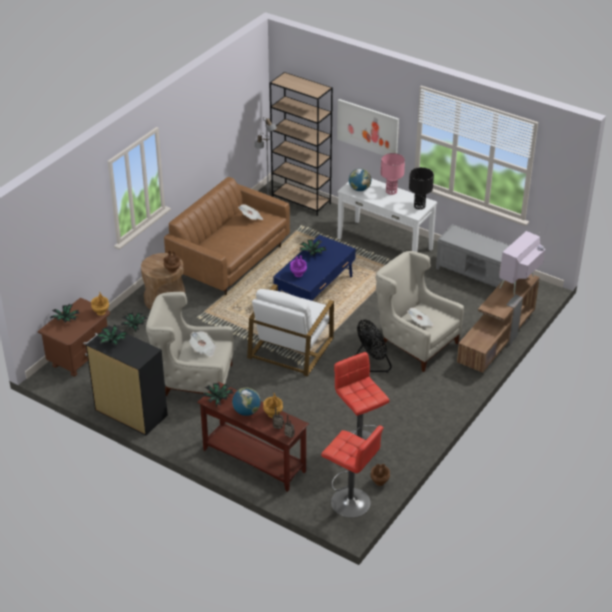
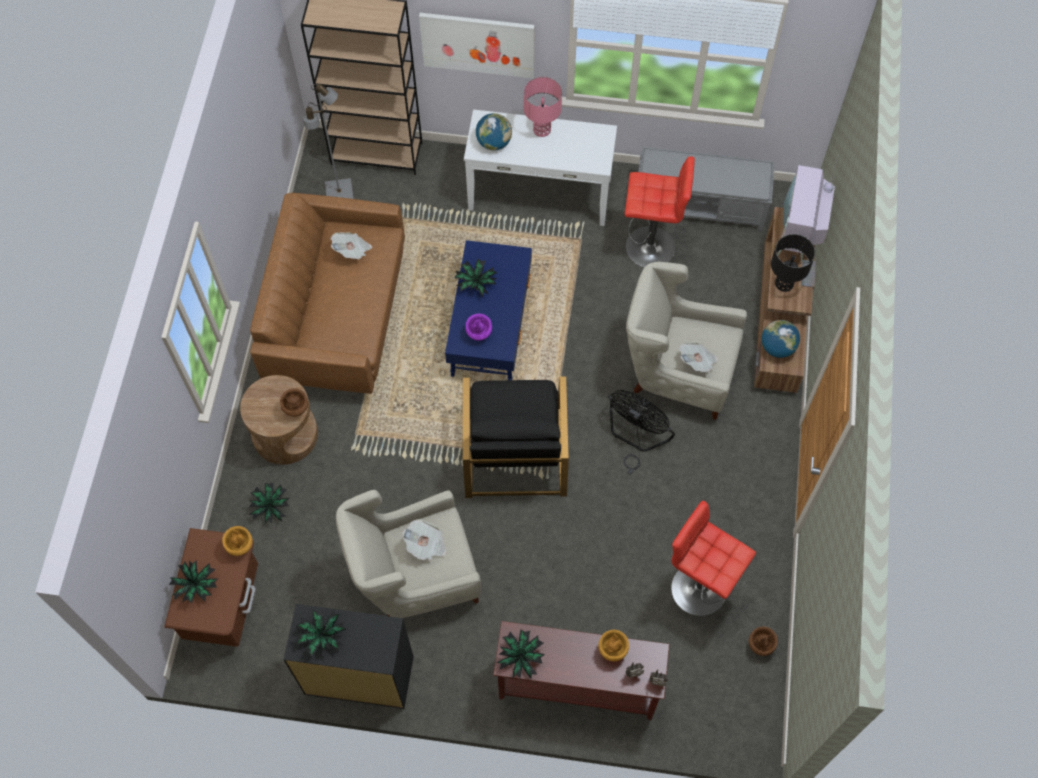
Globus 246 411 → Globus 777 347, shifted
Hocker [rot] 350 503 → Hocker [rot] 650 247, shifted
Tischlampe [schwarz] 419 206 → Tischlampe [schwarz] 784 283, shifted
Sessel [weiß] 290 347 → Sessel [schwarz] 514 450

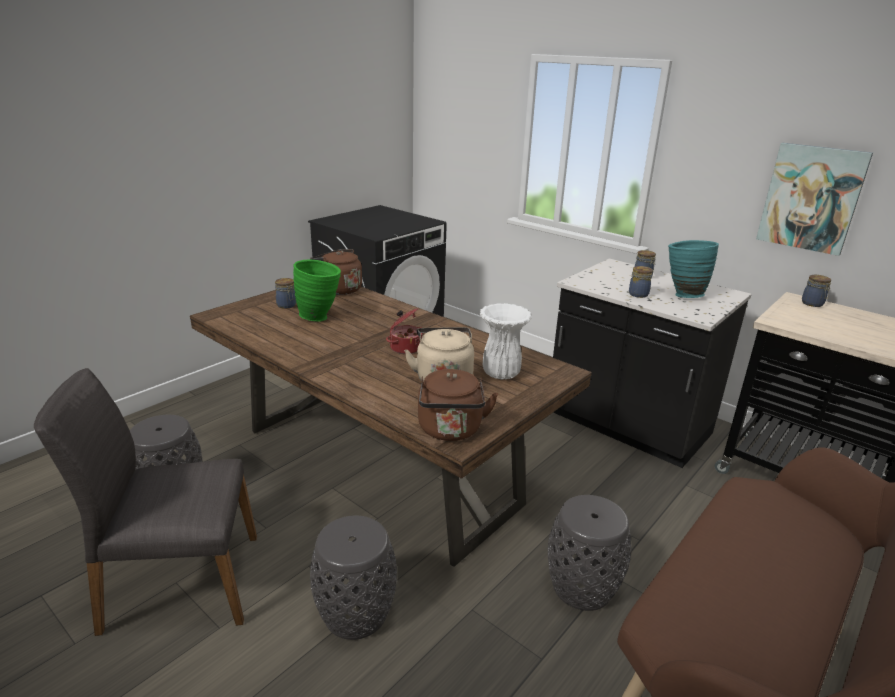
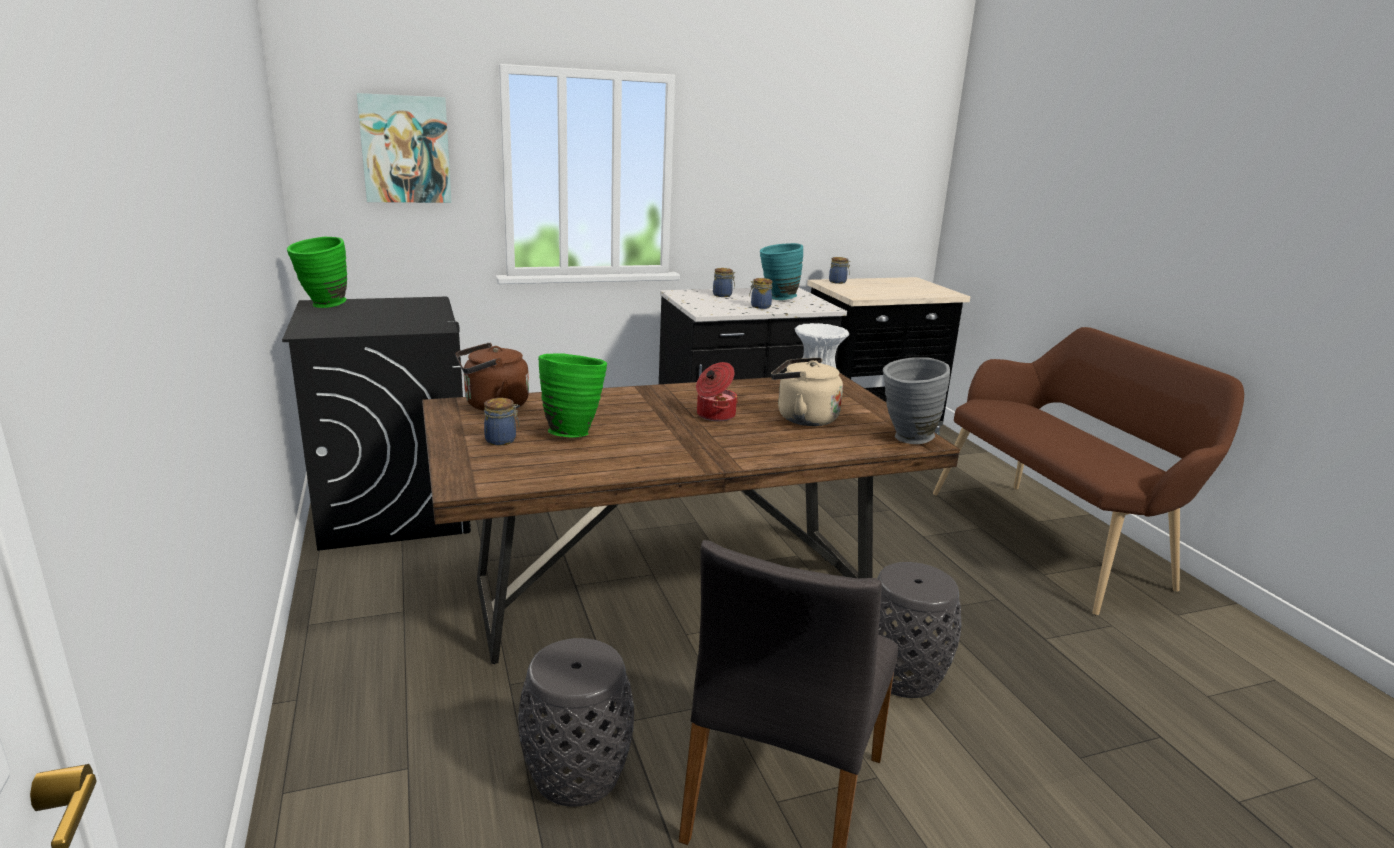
Hocker [grau] 582 587 → -
- → Vase [grün] 323 306
Bild 811 198 → Bild 405 149, shifted
Wasserkessel [braun] 451 431 → Vase [grau] 906 439

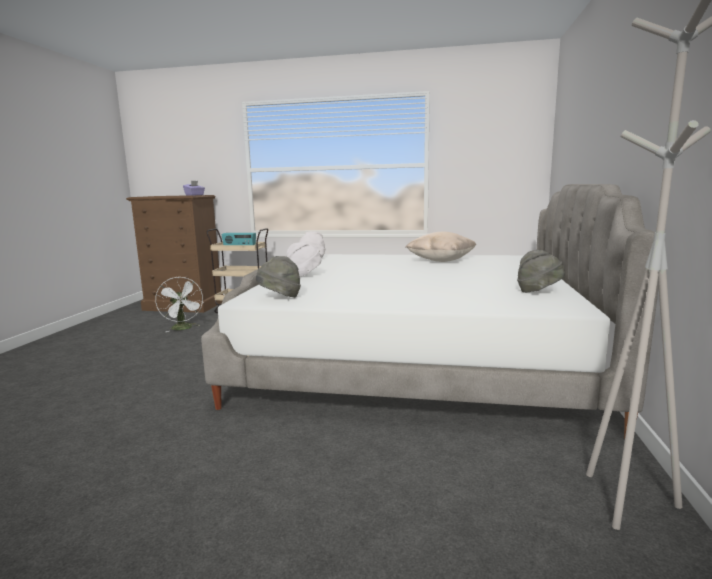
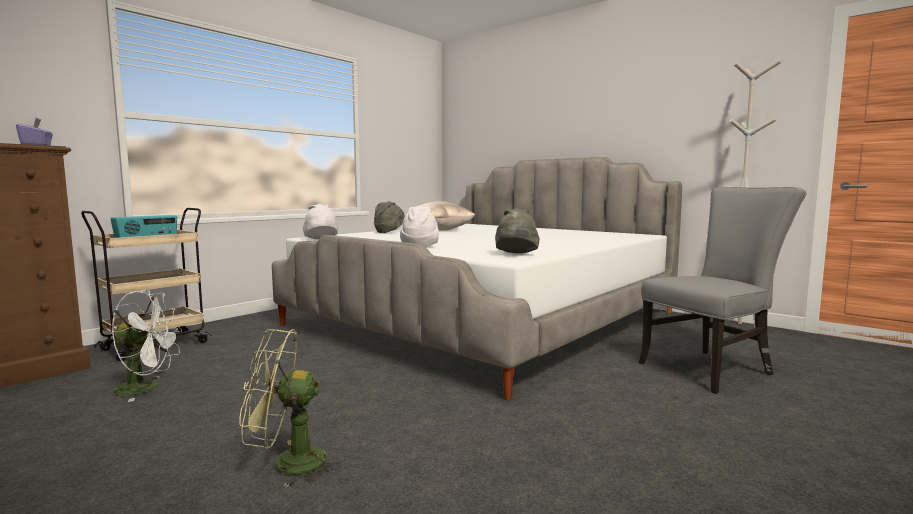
- → Ventilator [grün] 287 464
- → Stuhl [grau] 712 368
Hut [grau] 538 292 → Hut [grau] 389 232, shifted

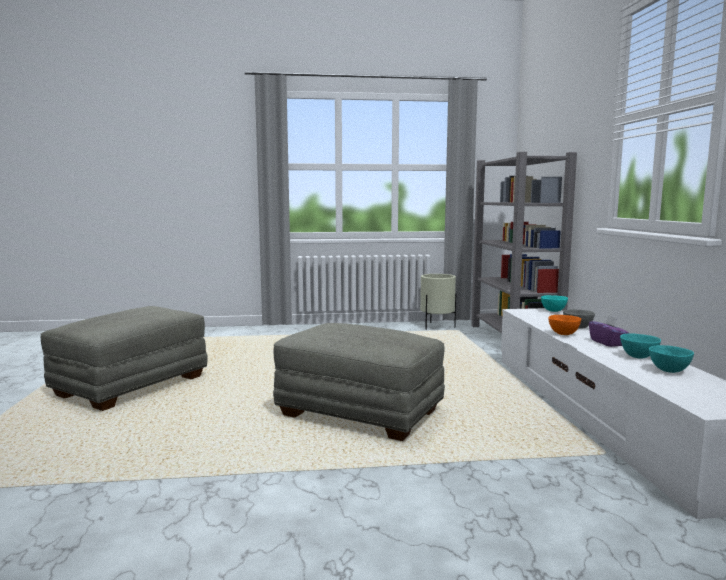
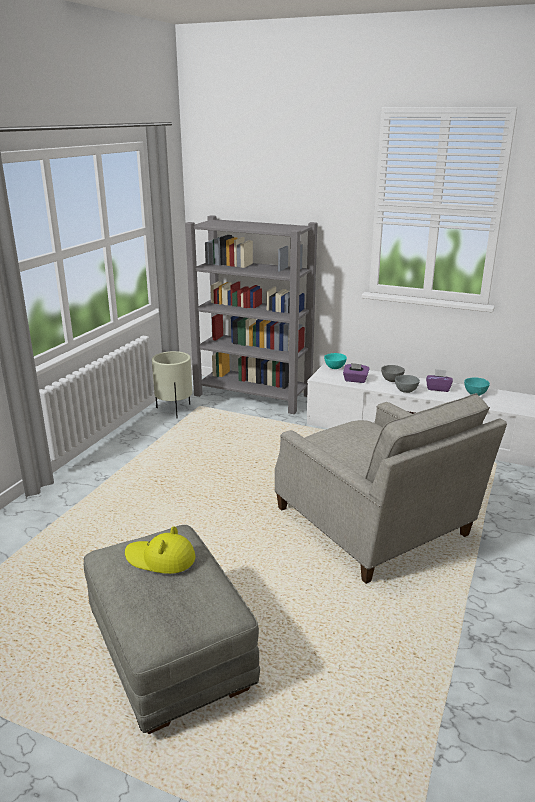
Schüssel [türkis] 668 371 → -
- → Hut [gelb] 160 559
- → Taschentuchbox [lila] 355 380
Polsterhocker [grau] 359 414 → Sessel [grau] 374 525
Schüssel [orange] 563 334 → Schüssel [grau] 406 391

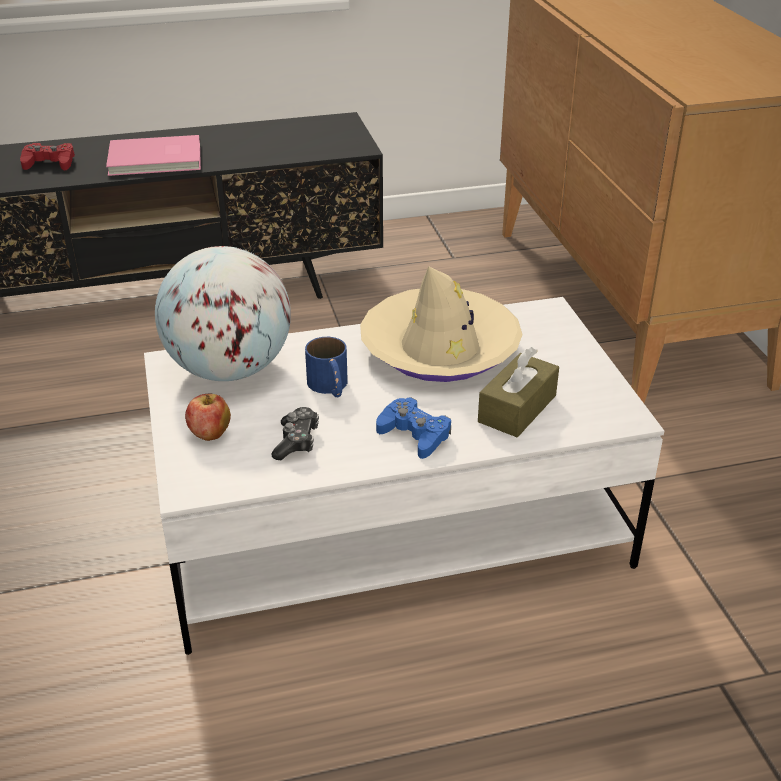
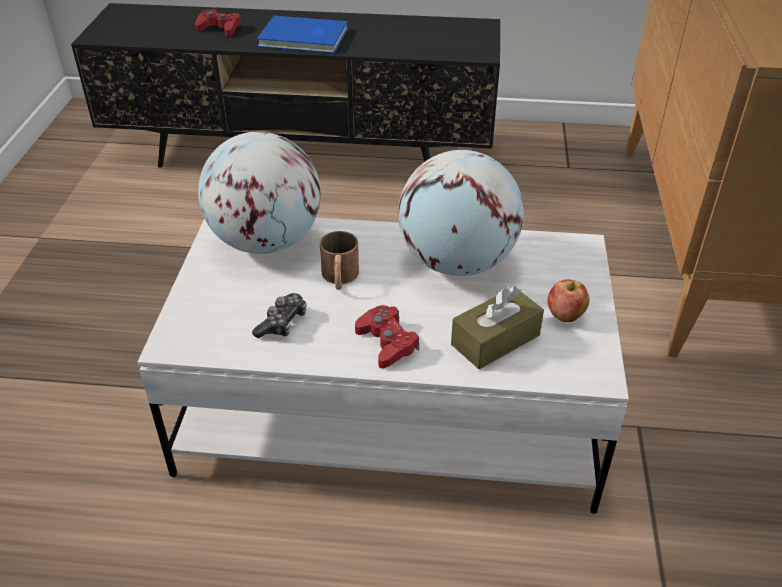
Apfel 210 435 → Apfel 565 316, shifted
Hut [beige] 440 348 → Globus 457 262
Buch [rosa] 156 160 → Buch [blau] 304 38
Henkelbecher [blau] 330 387 → Henkelbecher [braun] 340 278
Gamepad [blau] 414 434 → Gamepad [rot] 387 342

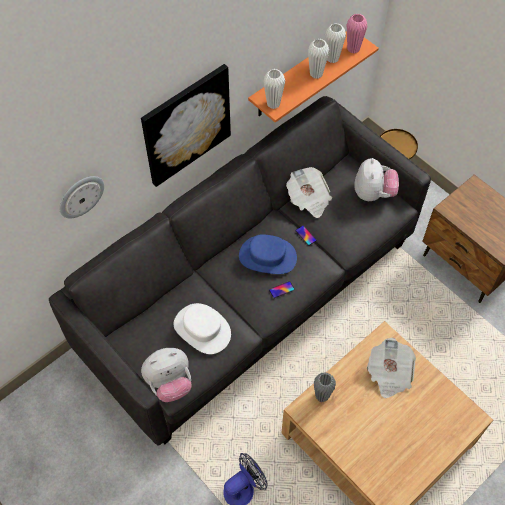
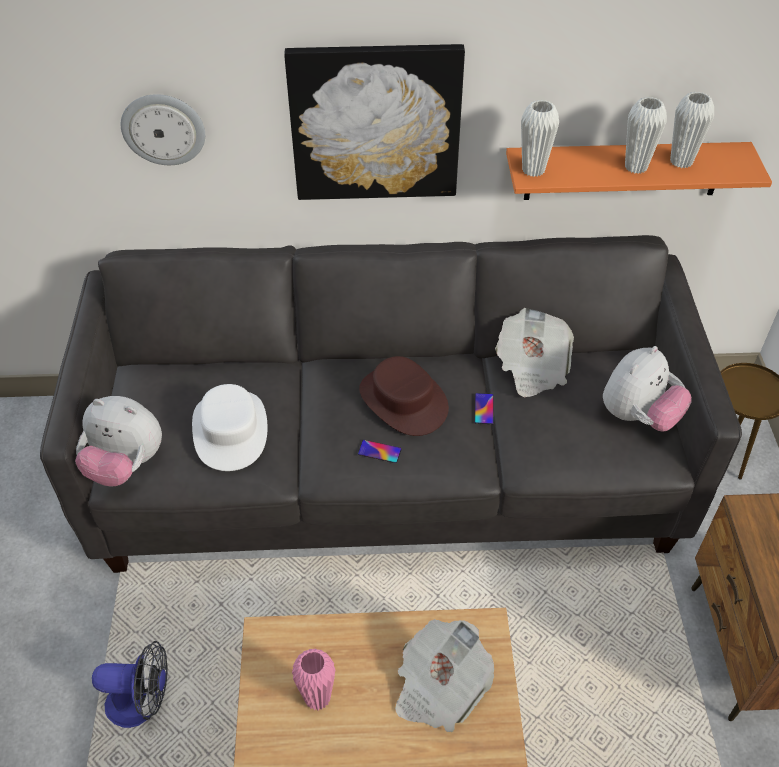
Vase [grau] 322 396 → -
Vase [rosa] 353 49 → Vase [rosa] 317 698, shifted
Hut [blau] 267 257 → Hut [braun] 402 400

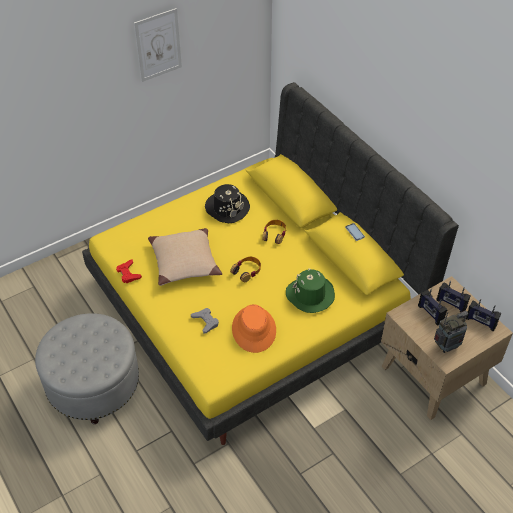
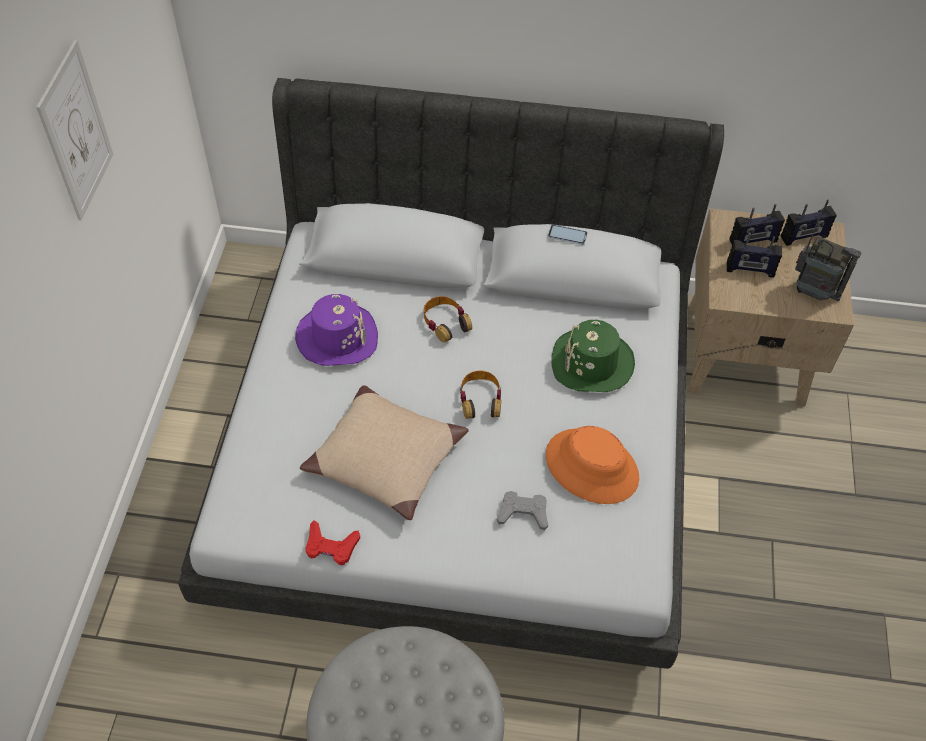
Bett [gelb] 256 302 → Bett [grau] 461 443
Hut [schwarz] 227 208 → Hut [lila] 337 337
Radio 447 346 → Radio 813 292, 105 degrees clockwise

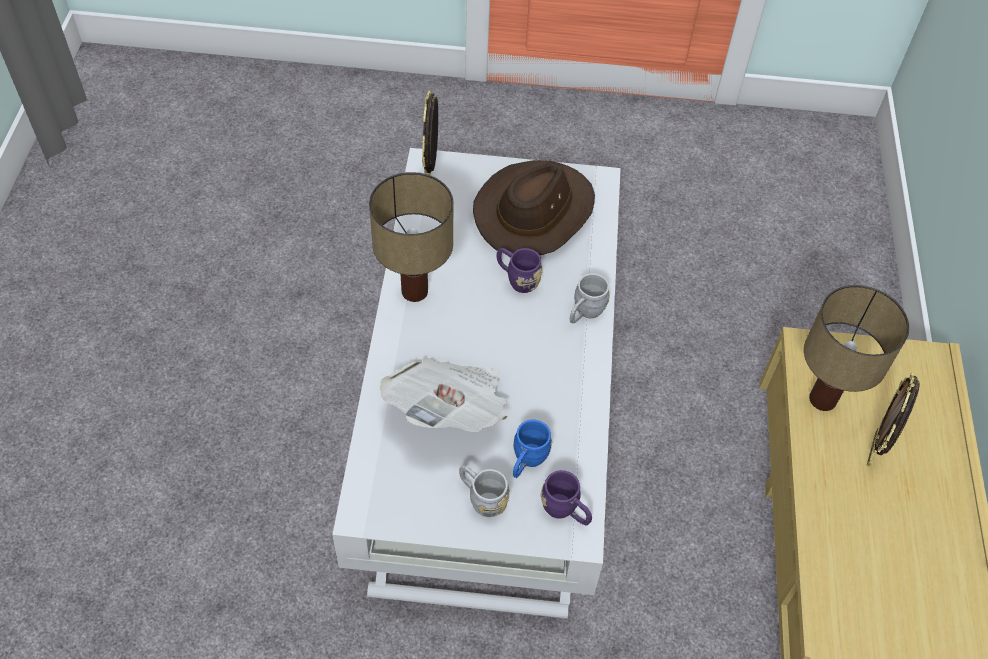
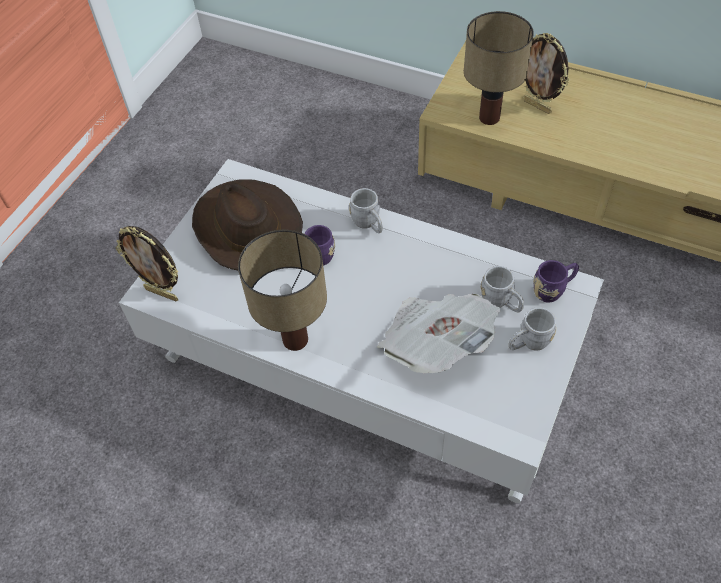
Henkelbecher [blau] 526 461 → Henkelbecher [grau] 501 303

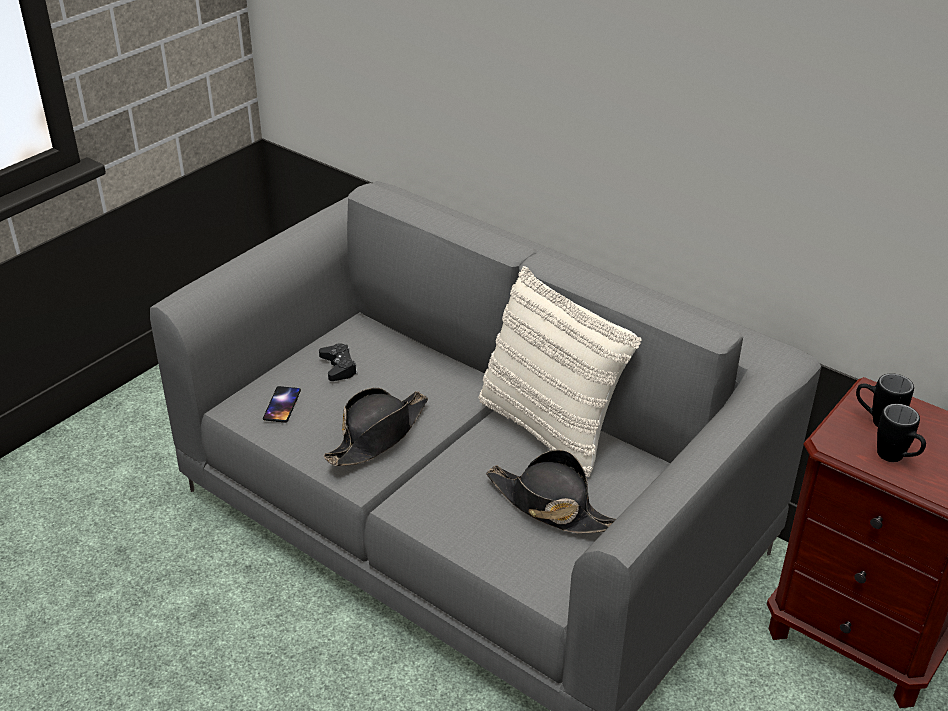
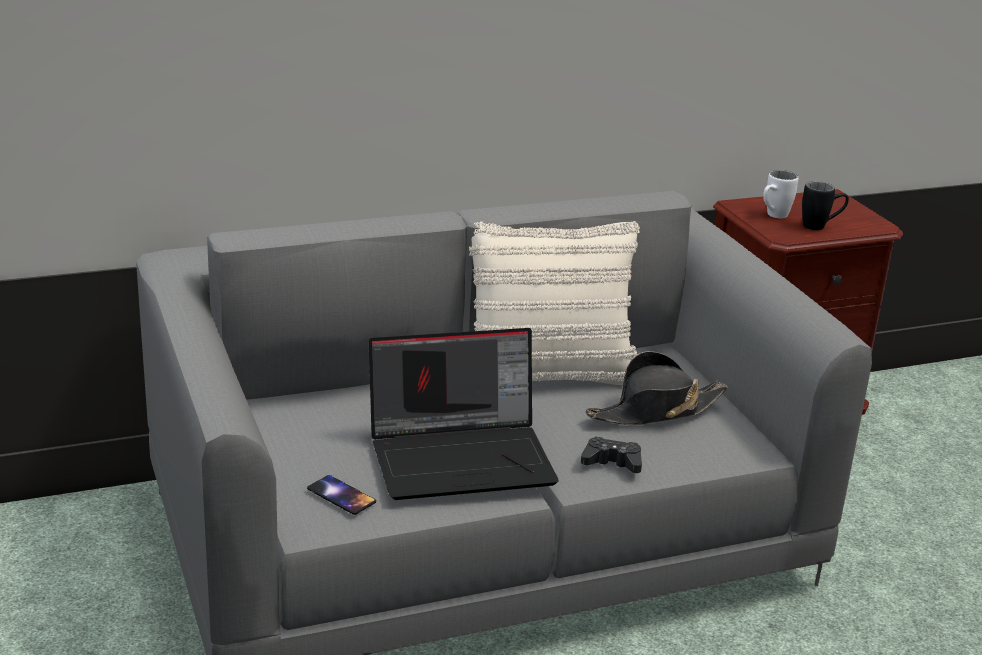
Gamepad [schwarz] 338 367 → Gamepad [schwarz] 612 462, shifted
Hut [schwarz] 378 435 → Laptop 463 457
Henkelbecher [schwarz] 876 421 → Henkelbecher [weiß] 773 216

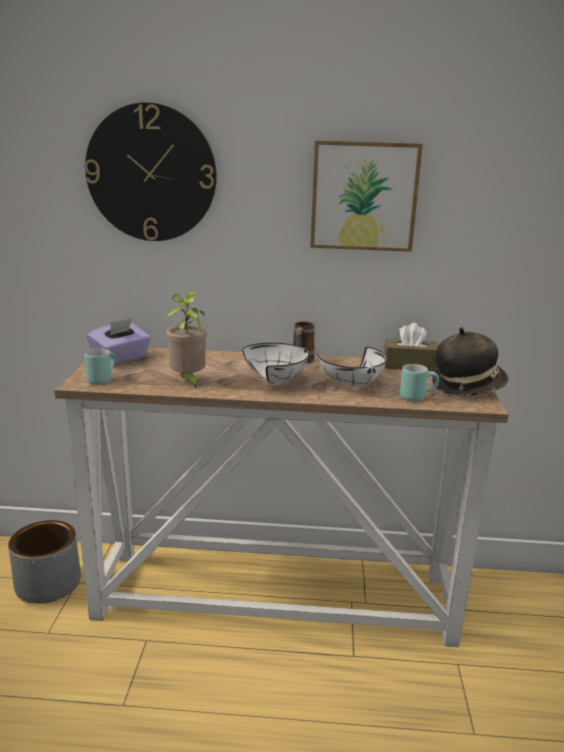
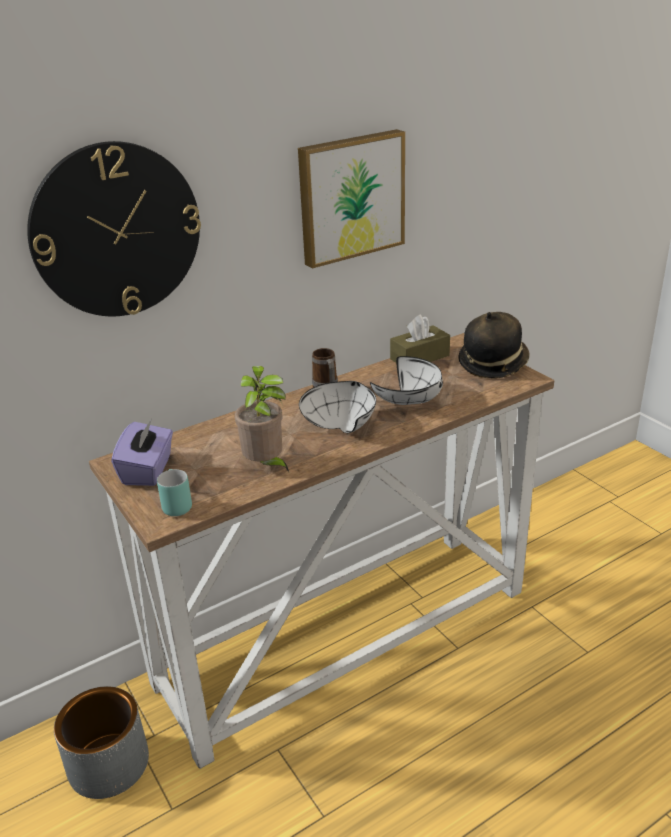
Henkelbecher [türkis] 417 396 → -

